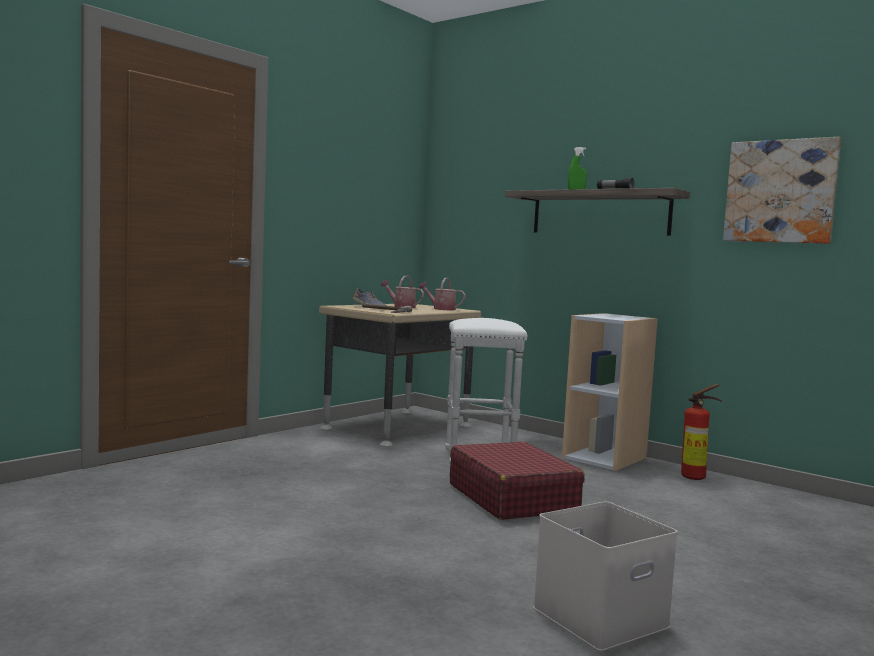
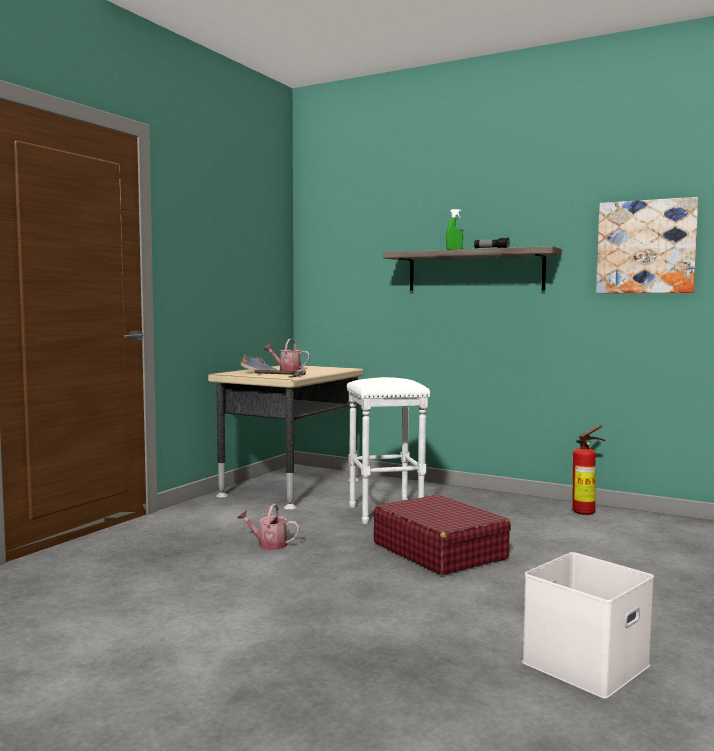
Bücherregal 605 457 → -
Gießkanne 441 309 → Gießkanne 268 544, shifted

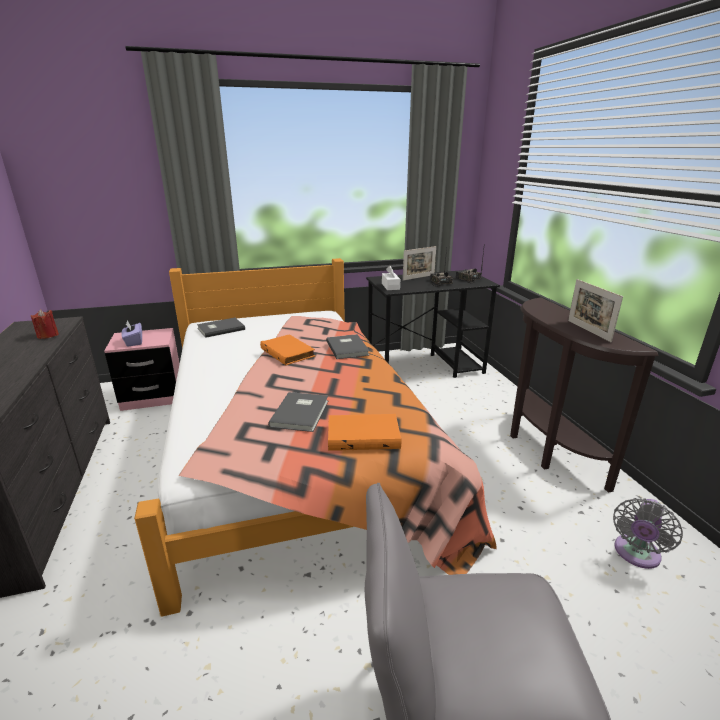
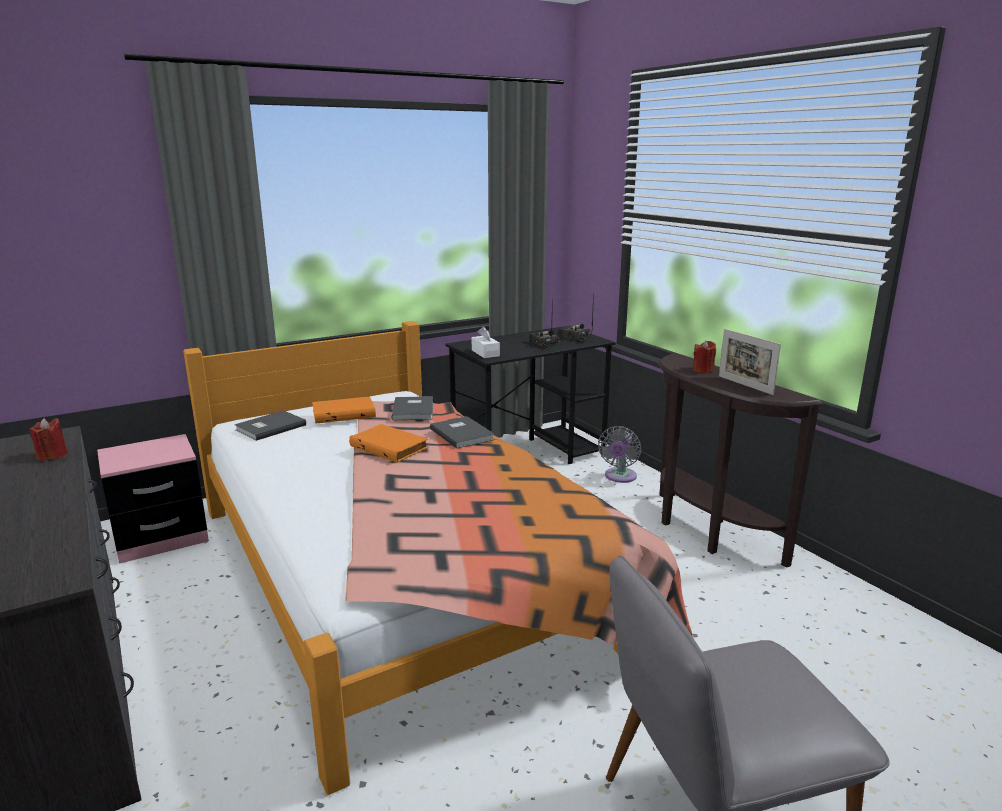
Taschentuchbox [lila] 134 342 → -
Bilderrahmen 418 277 → -
- → Kerze [rot] 703 370
Buch [grau] 302 413 → Buch [grau] 414 410, shifted
Buch [orange] 364 435 → Buch [orange] 344 413, shifted
Ventilator [grau] 636 554 → Ventilator [grau] 619 477, shifted

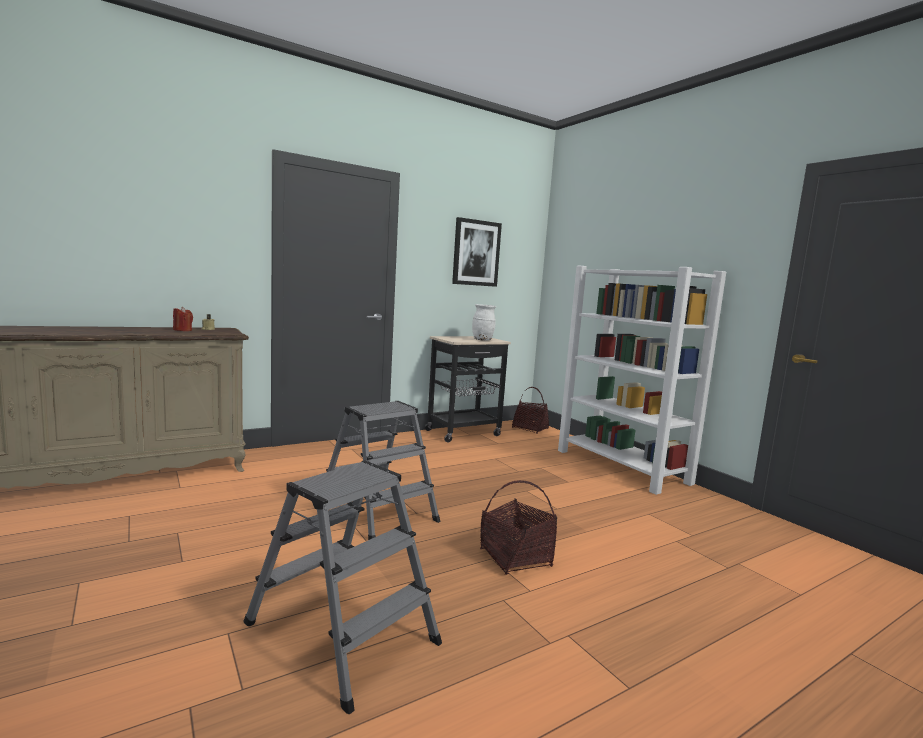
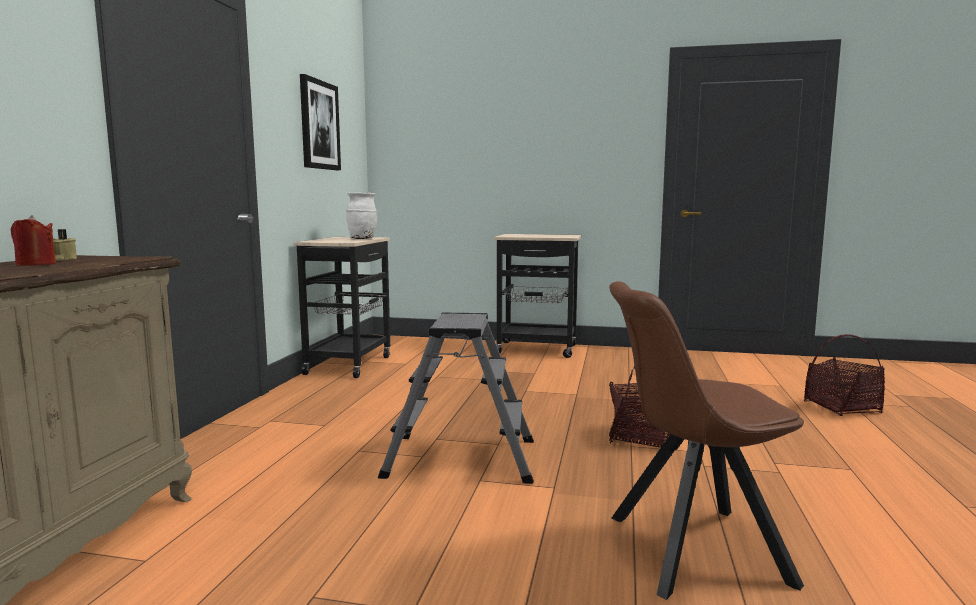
Korb 530 428 → Korb 842 407, shifted
Trittleiter [grau] 341 632 → Stuhl [braun] 692 550
Bücherregal [weiß] 621 466 → Rollwagen 537 349

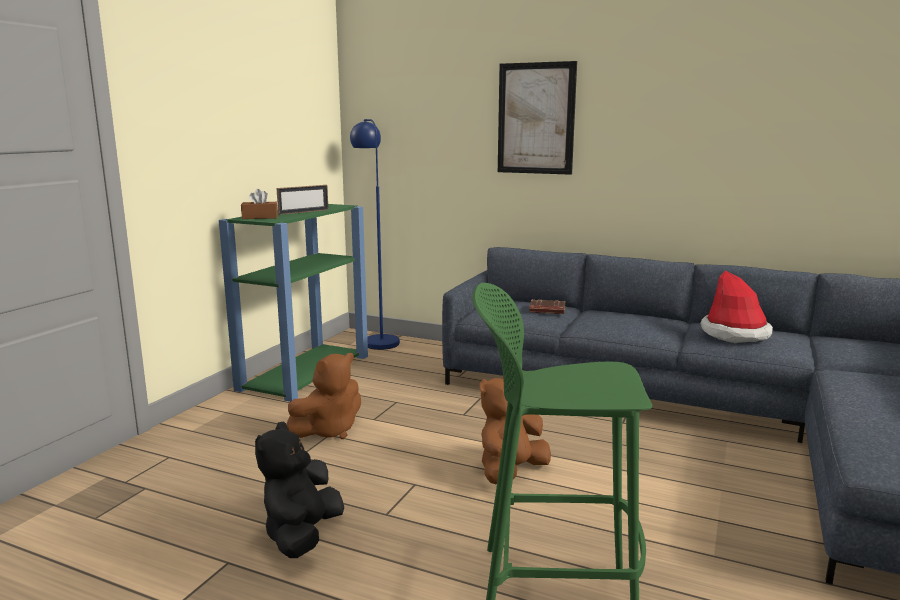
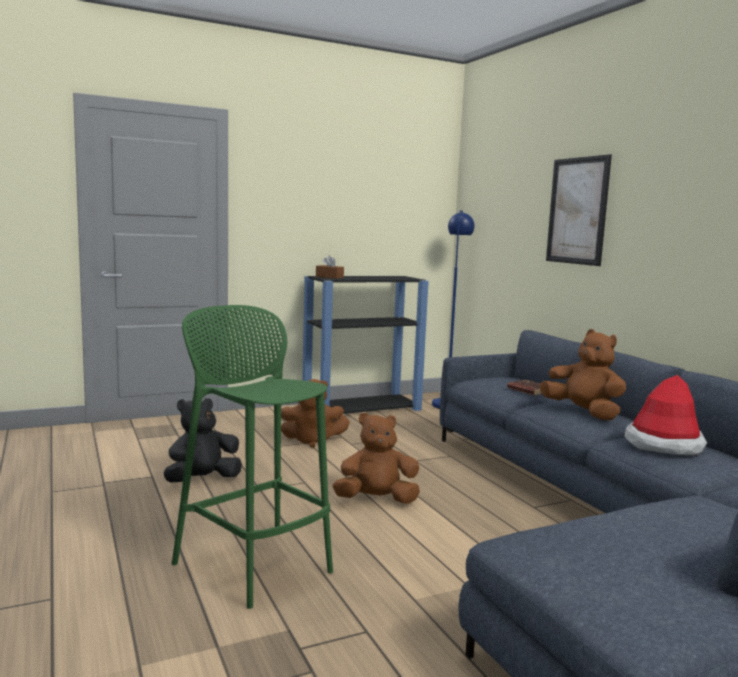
Bilderrahmen 303 212 → -
- → Plüschtier [braun] 583 413
Bücherregal [grün] 306 372 → Bücherregal [schwarz] 362 408

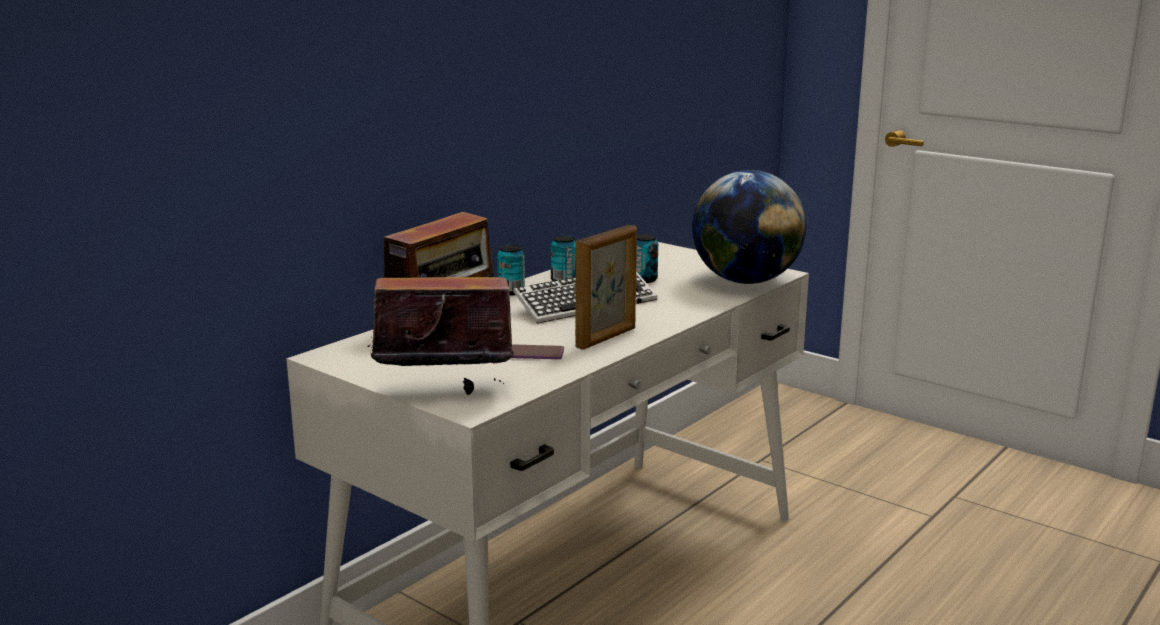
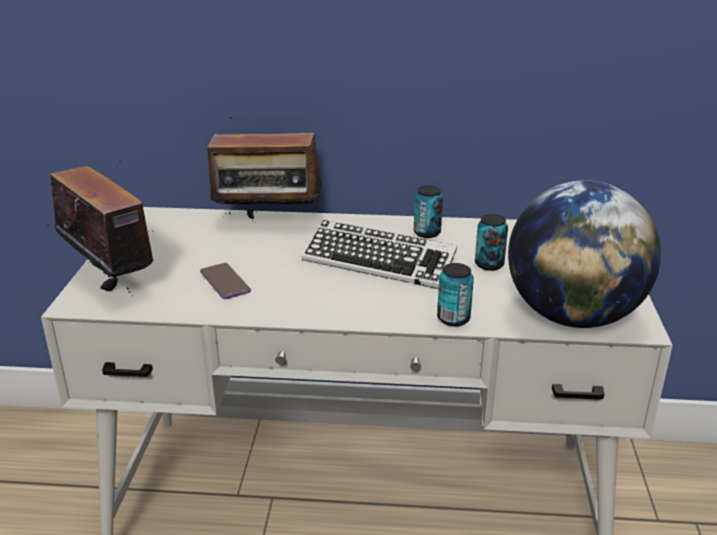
Bilderrahmen 607 338 → -
Dose 511 292 → Dose 453 319, shifted

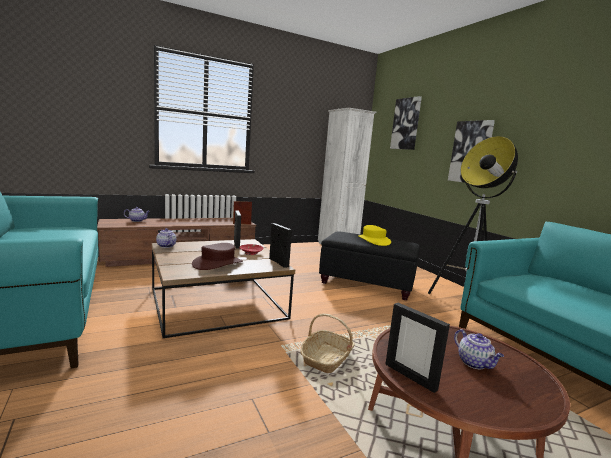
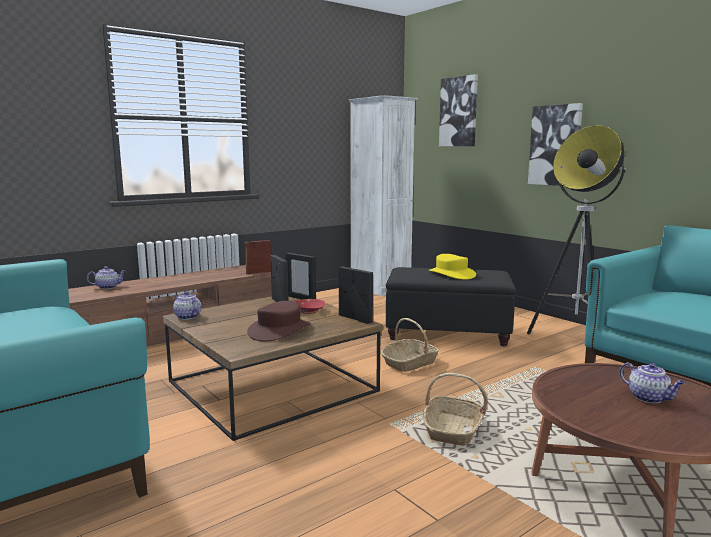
- → Korb 409 363
Bilderrahmen 411 376 → Bilderrahmen 301 298, shifted

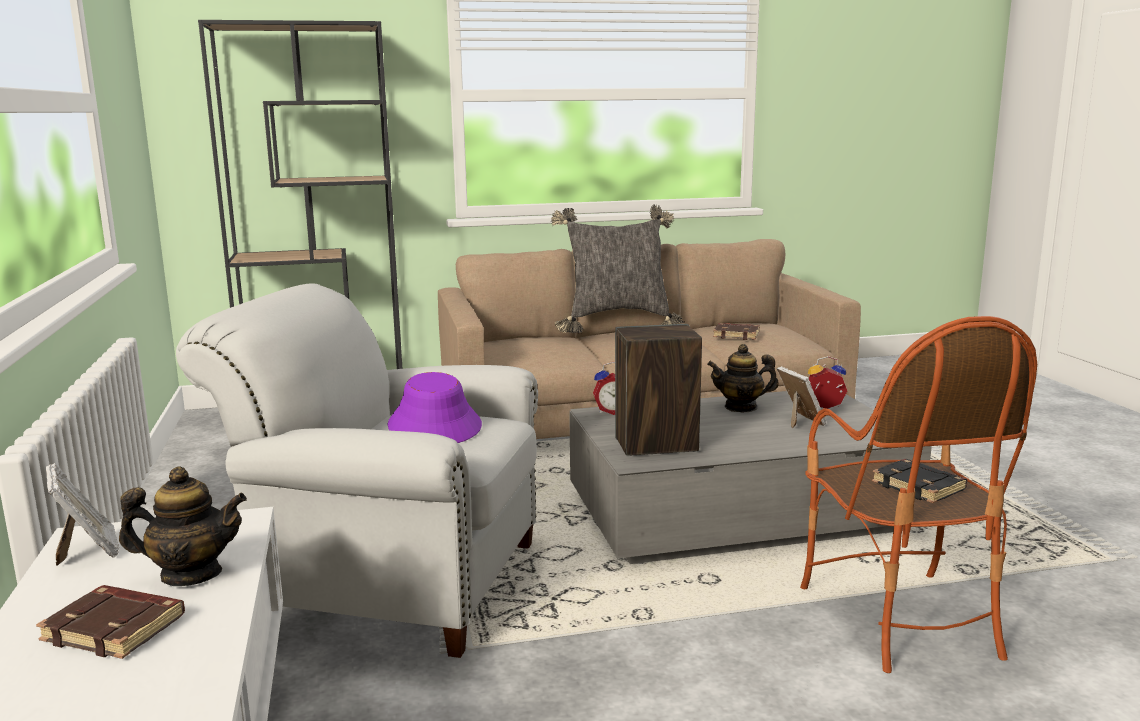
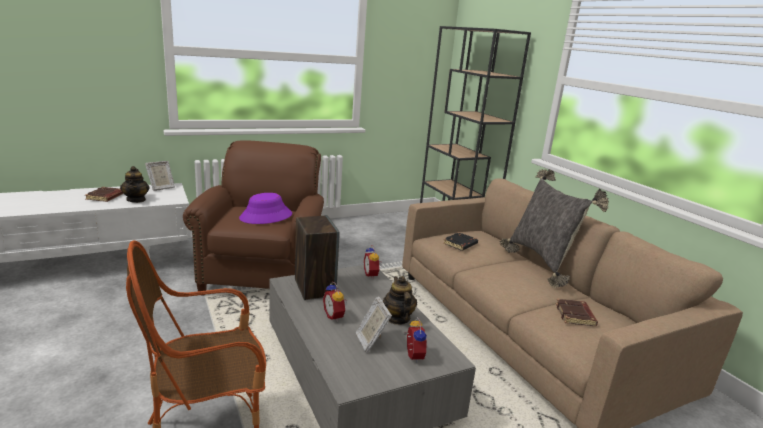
- → Wecker 335 316
Buch [schwarz] 920 486 → Buch [schwarz] 460 244, shifted
Sessel [weiß] 389 582 → Sessel [braun] 263 273
Bilderrahmen 800 422 → Bilderrahmen 371 341, 105 degrees clockwise

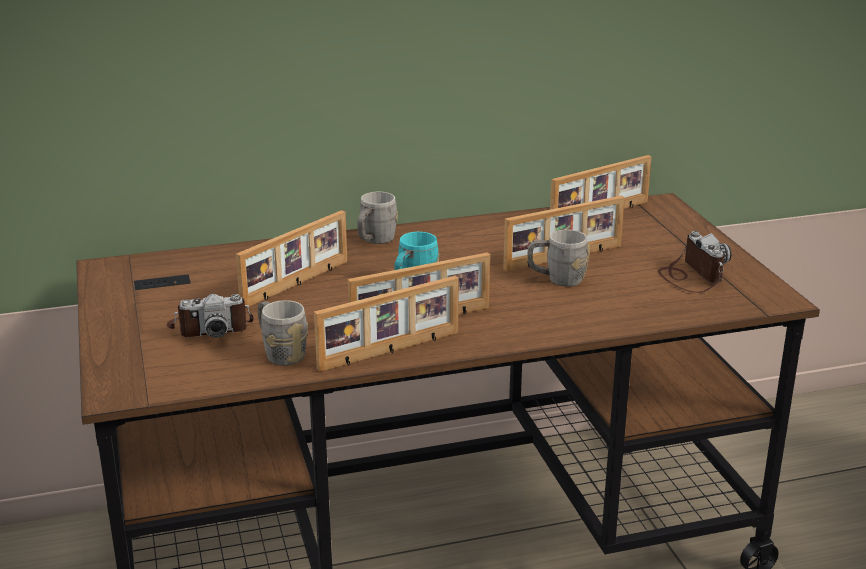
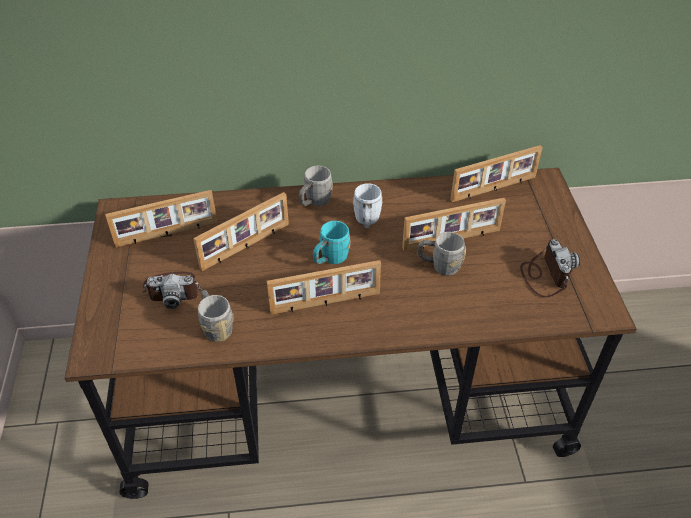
- → Henkelbecher [weiß] 367 221
Bilderrahmen 390 351 → Bilderrahmen 167 234, shifted

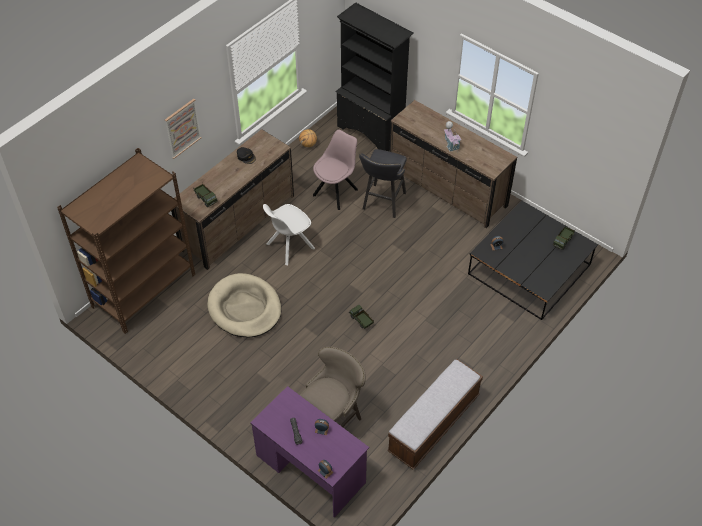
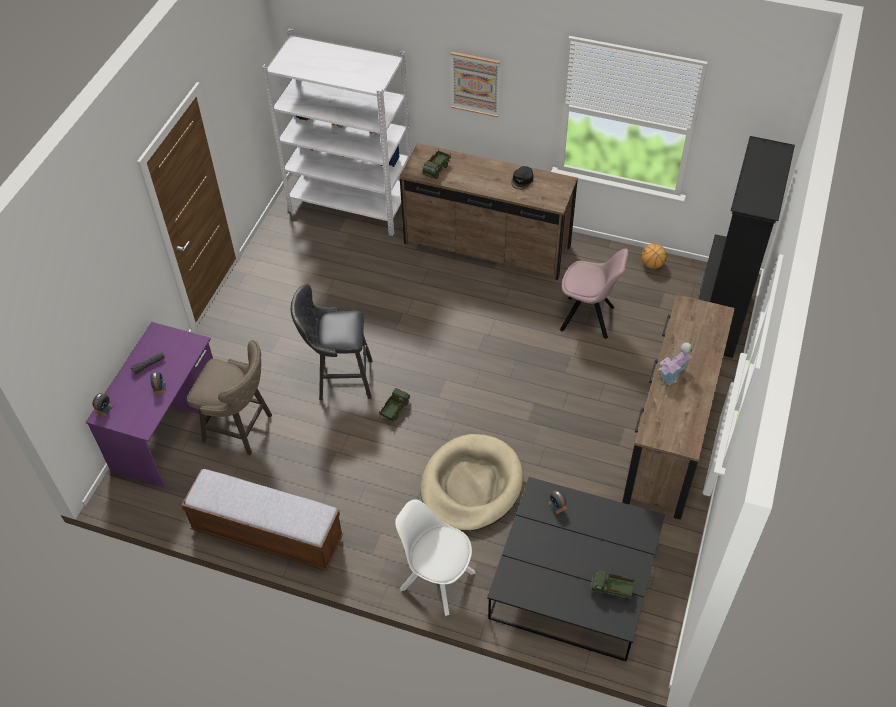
Hundebett [beige] 245 308 → Hundebett [beige] 471 485, shifted
Stuhl [weiß] 289 246 → Stuhl [weiß] 436 579, shifted
Hocker [schwarz] 382 205 → Hocker [schwarz] 337 379, shifted
Bücherregal [braun] 144 290 → Bücherregal [weiß] 351 204

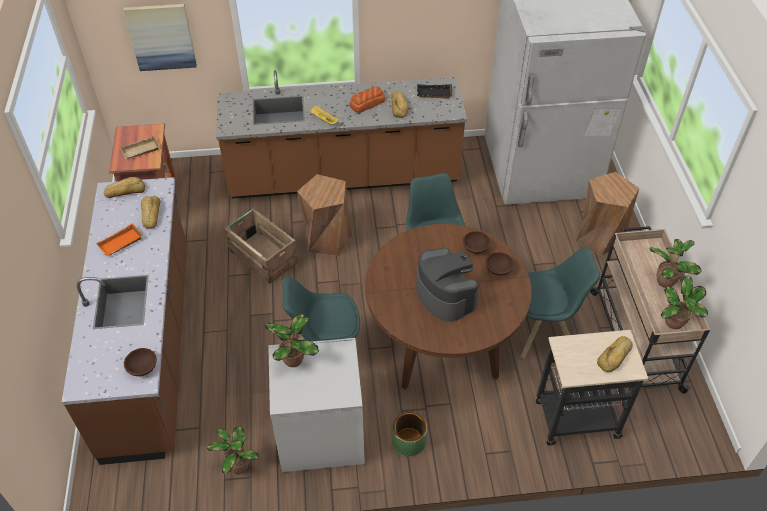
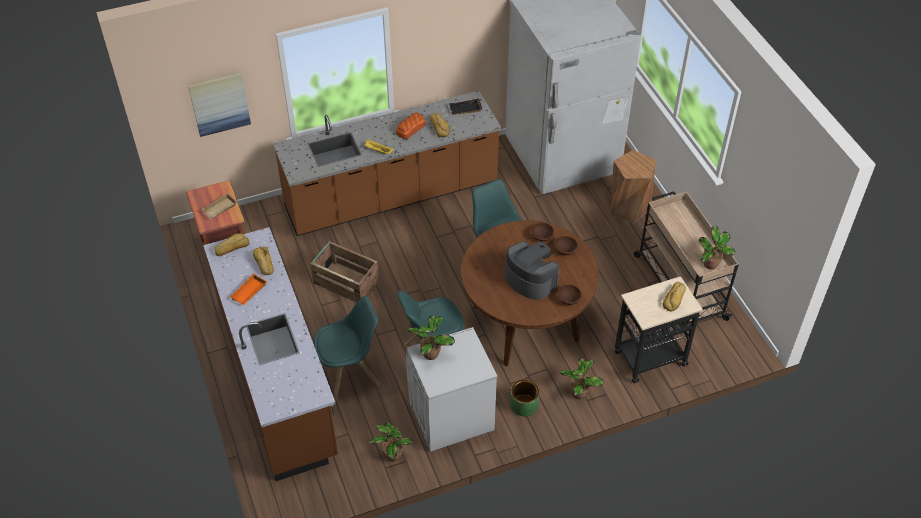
Hocker [braun] 327 239 → -
Schüssel [braun] 143 367 → Schüssel [braun] 569 299, shifted
Stuhl [türkis] 542 333 → Stuhl [türkis] 350 375, shifted
Topfpflanze 666 281 → Topfpflanze 579 393, shifted

